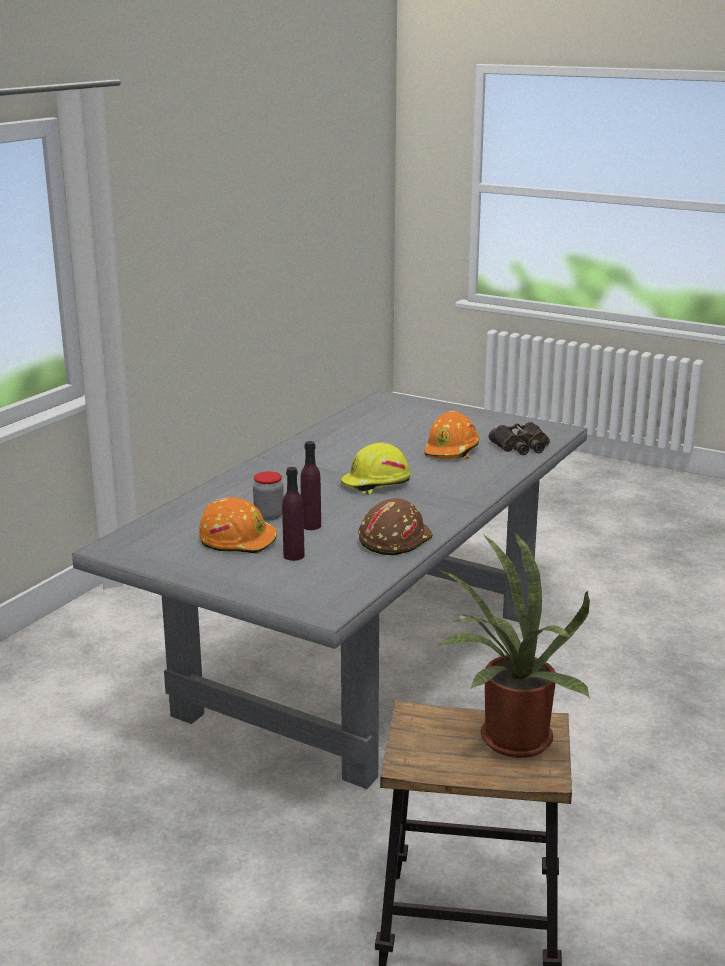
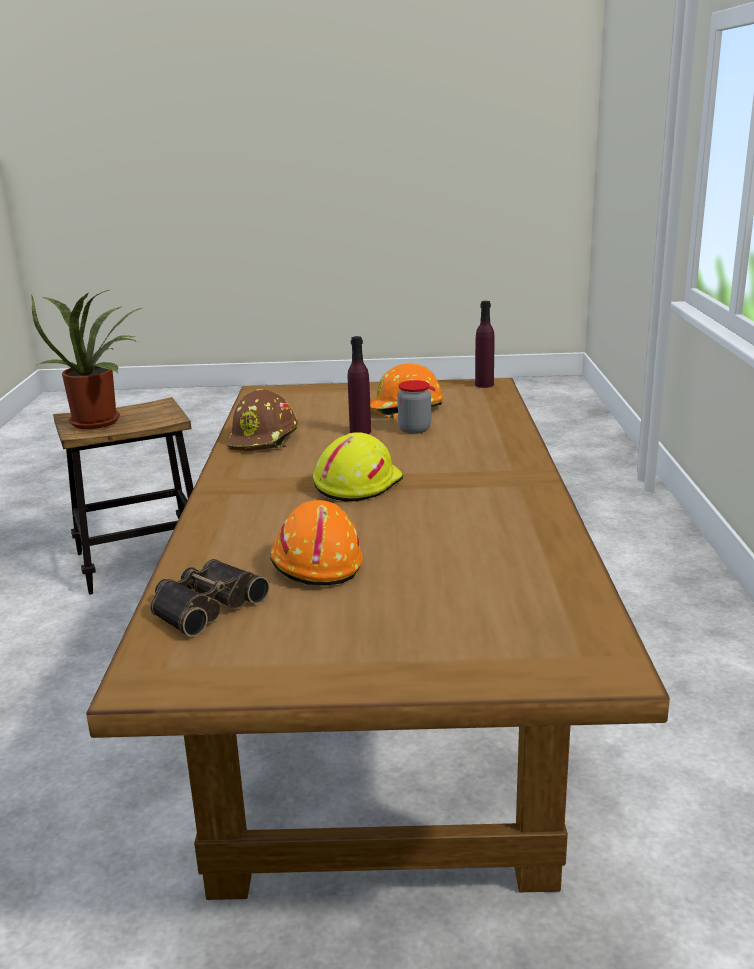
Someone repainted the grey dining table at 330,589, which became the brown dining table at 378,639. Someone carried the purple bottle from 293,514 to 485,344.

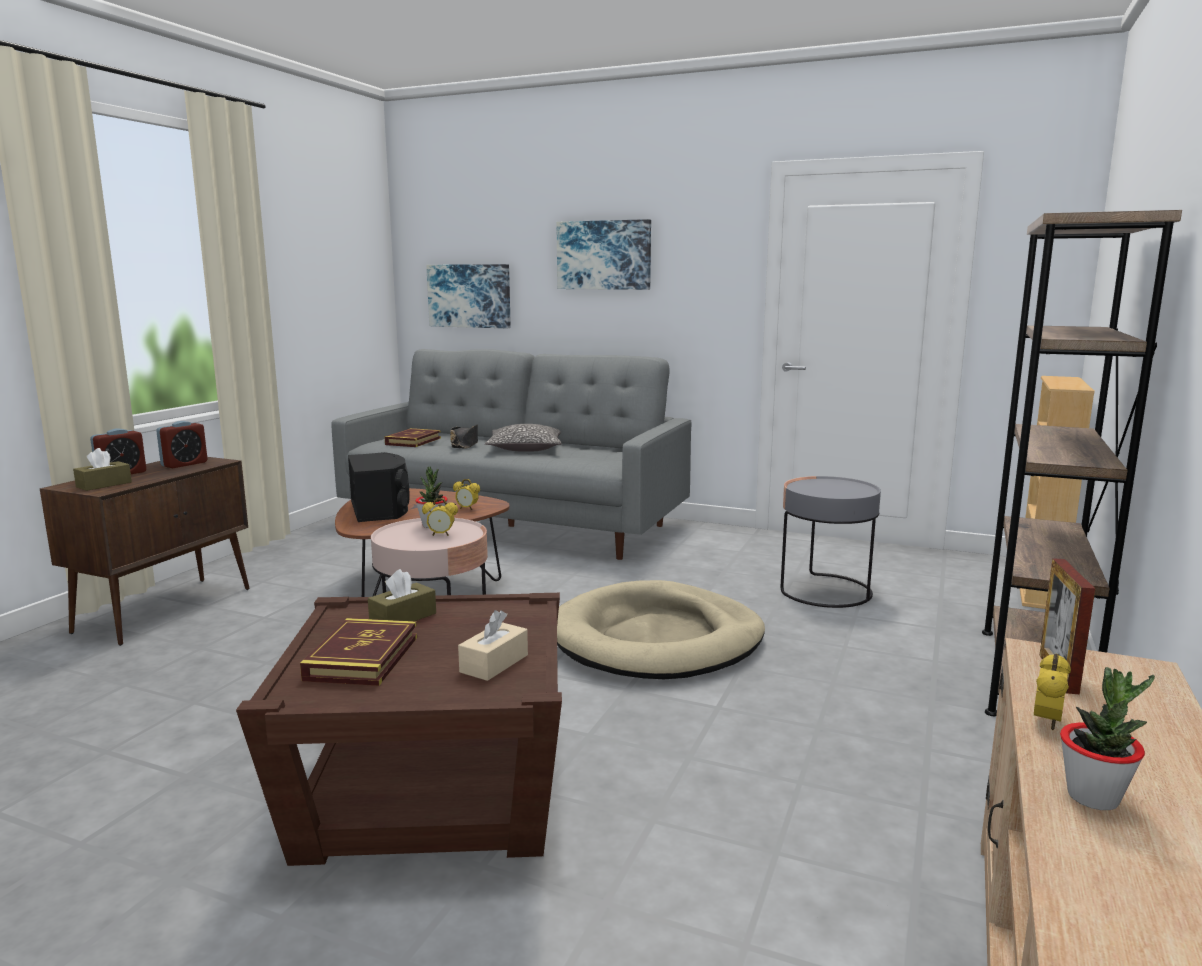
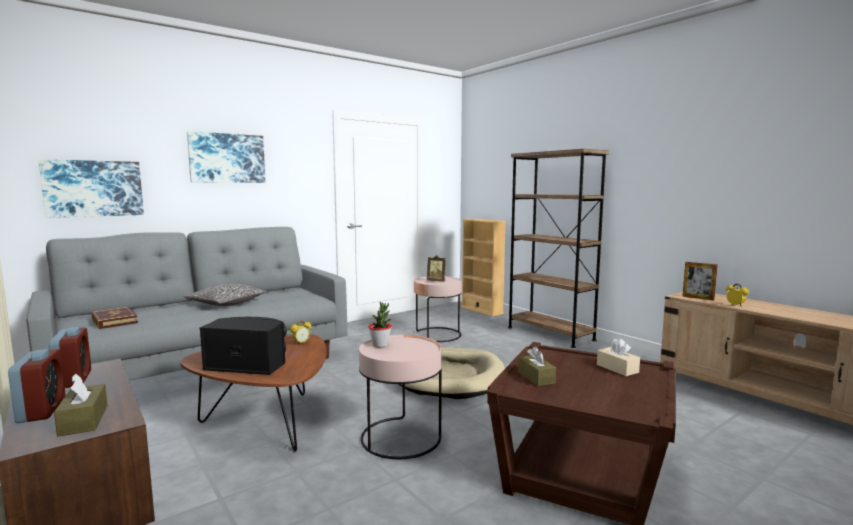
Someone repainted the grey side table at 831,542, which became the pink side table at 438,309. Someone put down the picture frame at 436,268. Someone took away the book at 358,652. Someone took away the alarm clock at 440,517. Someone took away the black hat at 464,437. Someone took away the potted plant at 1107,738.

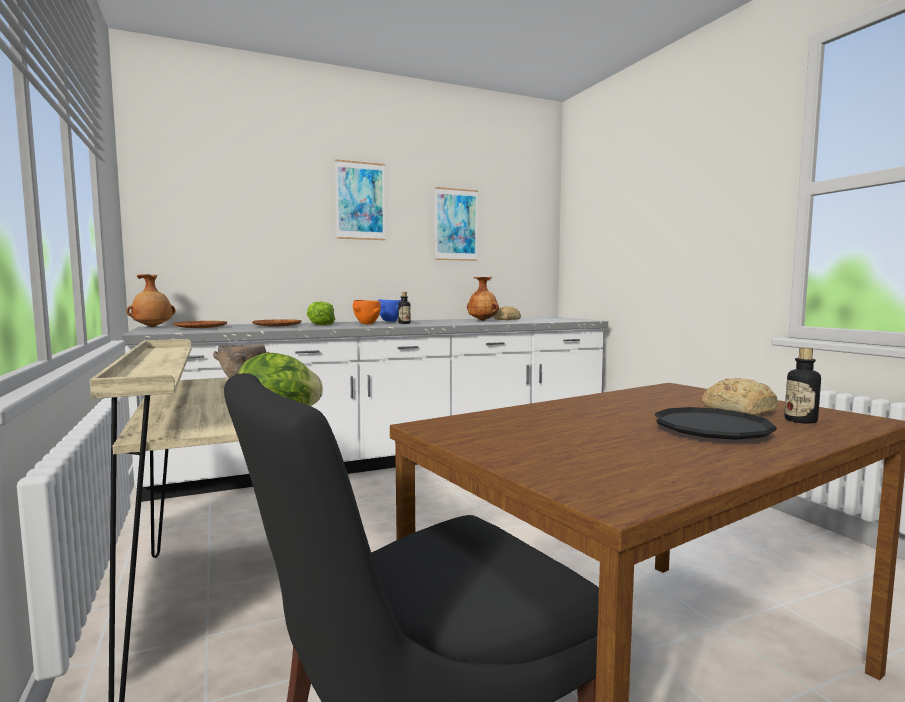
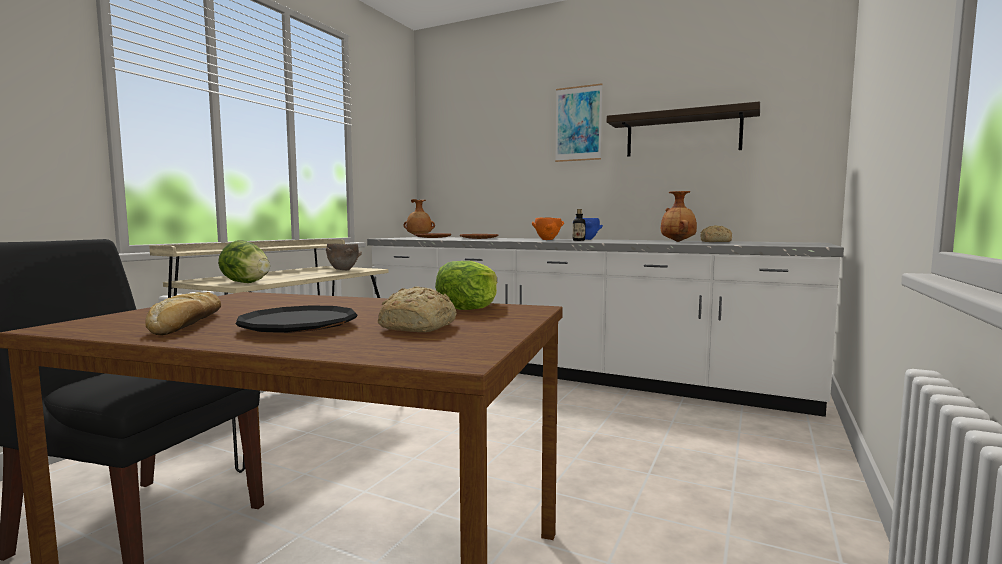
Someone put down the bread at 183,313. Someone carried the lettuce from 321,313 to 466,285. Someone swapped the picture at 456,224 for the shelf at 683,129. Someone took away the bottle at 803,385.

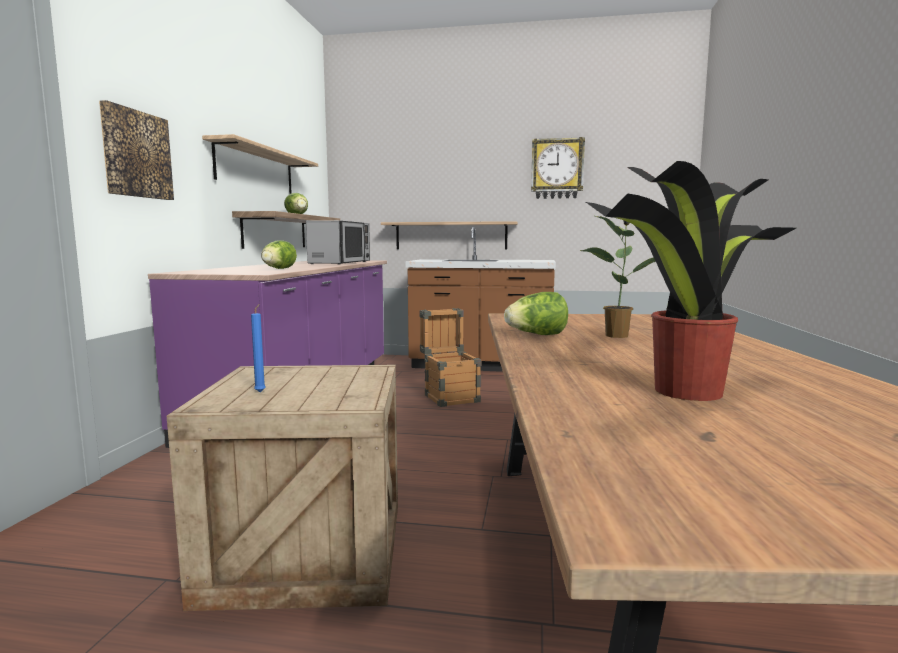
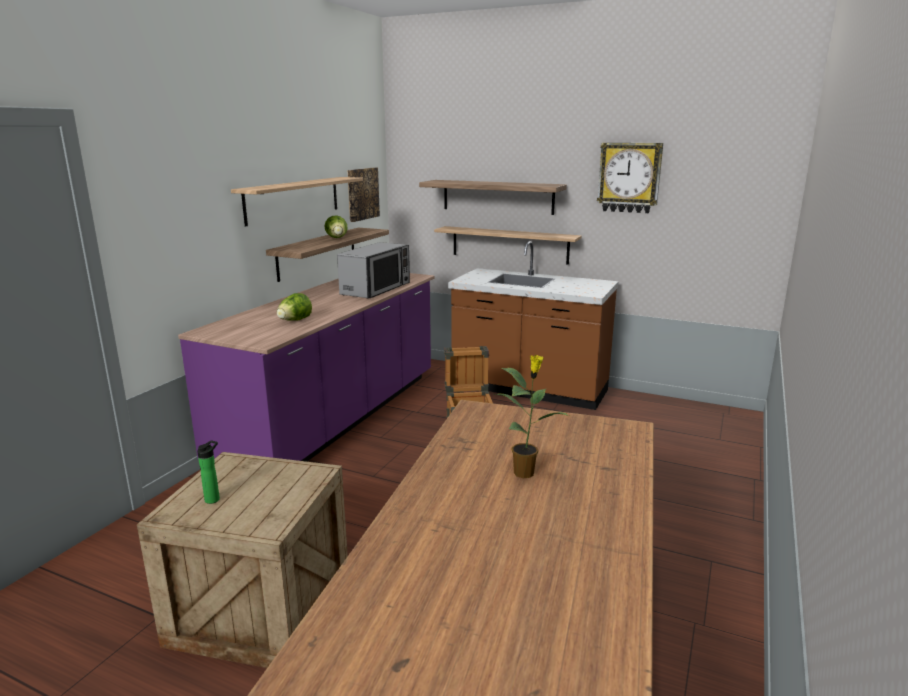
Someone swapped the blue candle at 258,348 for the bottle at 208,472. Someone carried the picture from 136,150 to 363,194. Someone put up the shelf at 493,197. Someone took away the lettuce at 536,313. Someone took away the potted plant at 691,281.

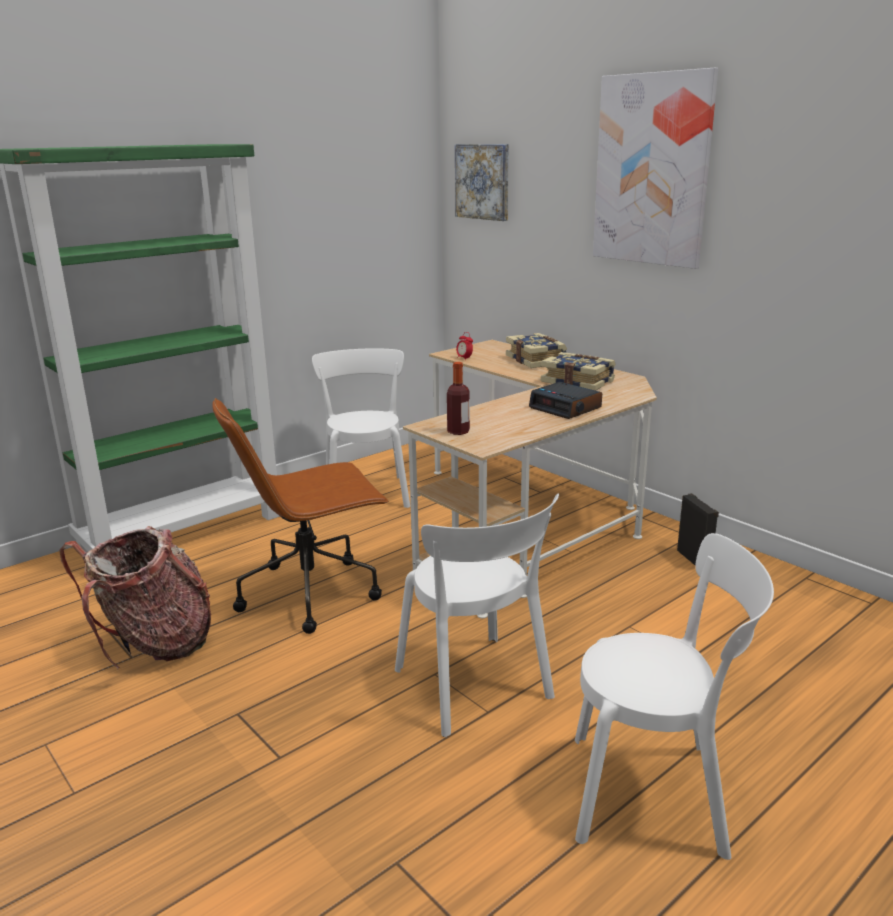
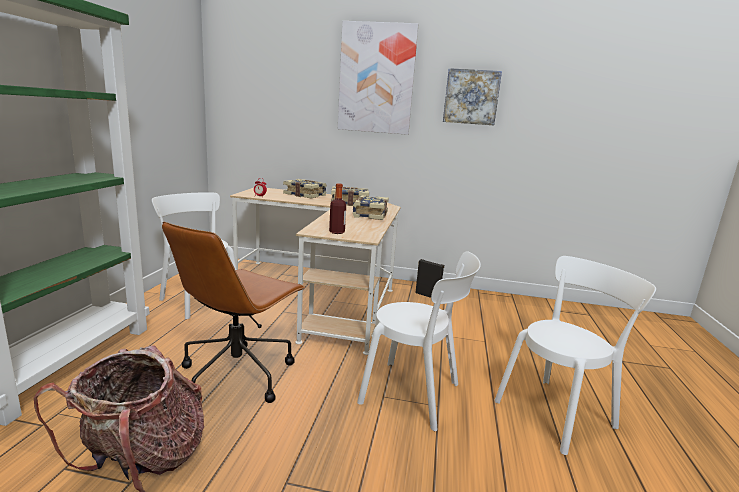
Someone swapped the alarm clock at 565,400 for the book at 370,207. Someone carried the picture from 482,182 to 472,96.

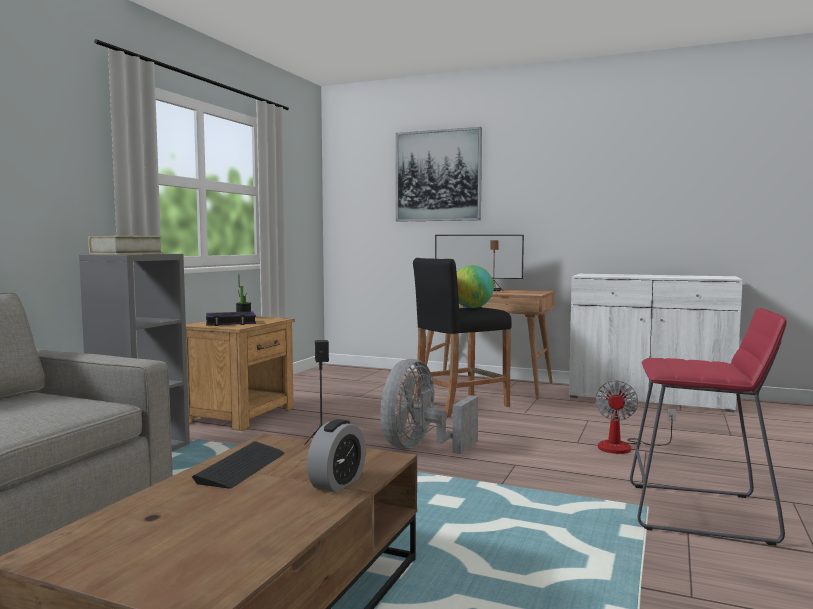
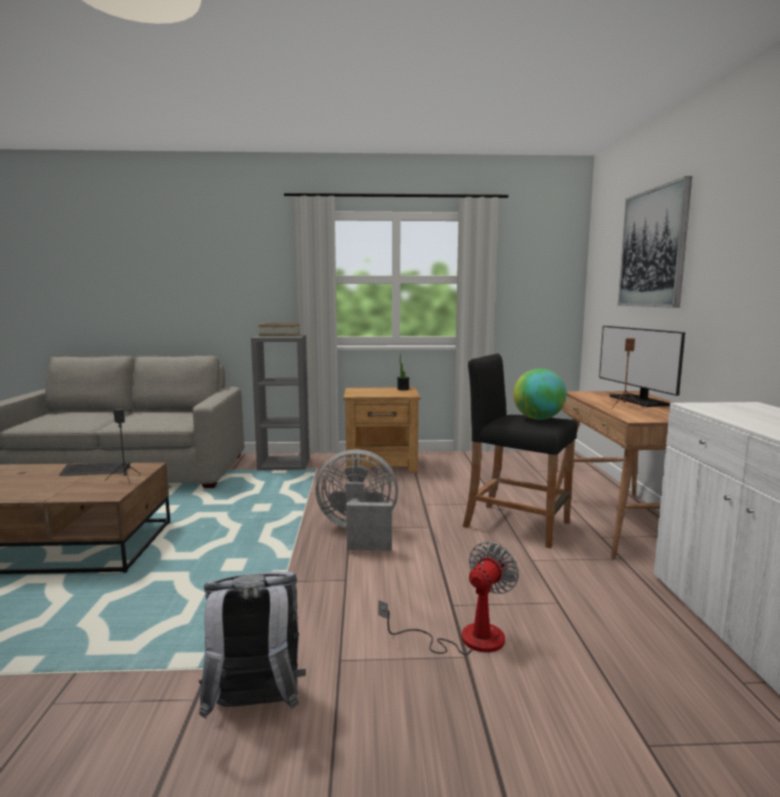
Someone swapped the red stool at 708,427 for the grey backpack at 252,644. Someone rotated the fan at 635,417 by 135 degrees clockwise. Someone took away the book at 231,318. Someone took away the alarm clock at 336,456.

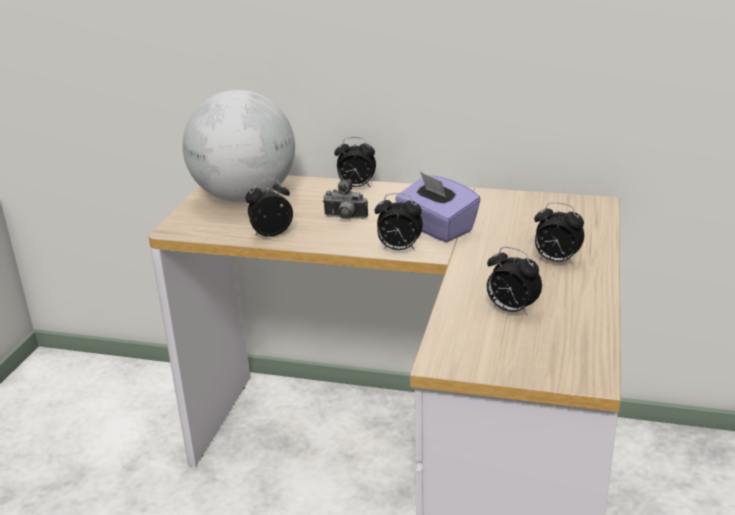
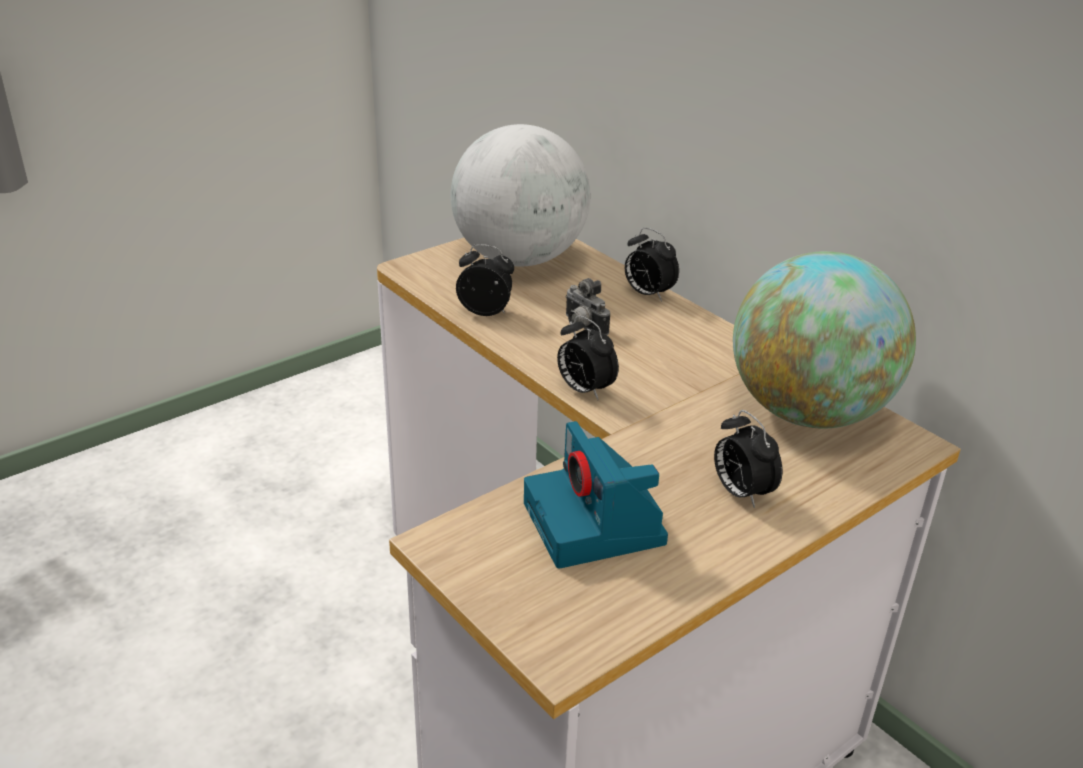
Someone swapped the alarm clock at 514,281 for the photo camera at 596,495. Someone put down the globe at 824,340. Someone took away the purple tissue box at 438,207.

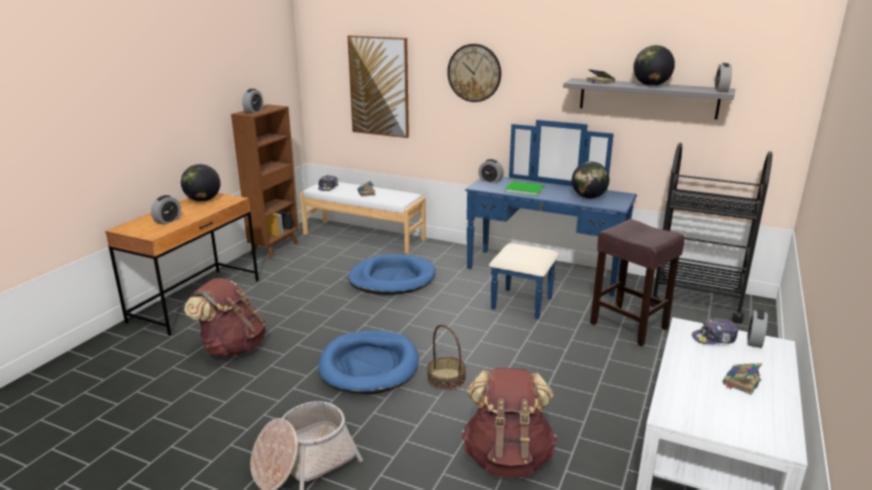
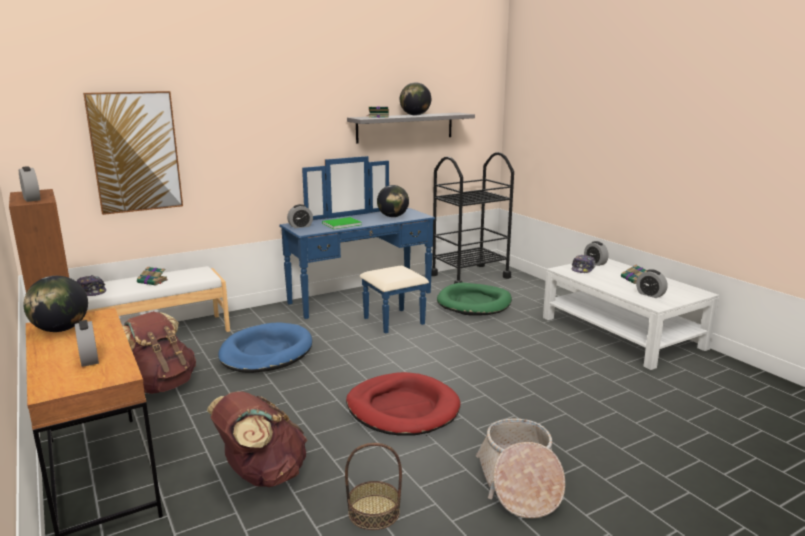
Someone carried the brown backpack from 509,422 to 159,352. Someone carried the basket from 446,357 to 373,486. Someone repainted the blue dog bed at 368,362, which became the red dog bed at 403,404. Someone swapped the brown stool at 637,282 for the green dog bed at 474,299. Someone carried the alarm clock from 723,77 to 652,283. Someone took away the wall clock at 474,73.

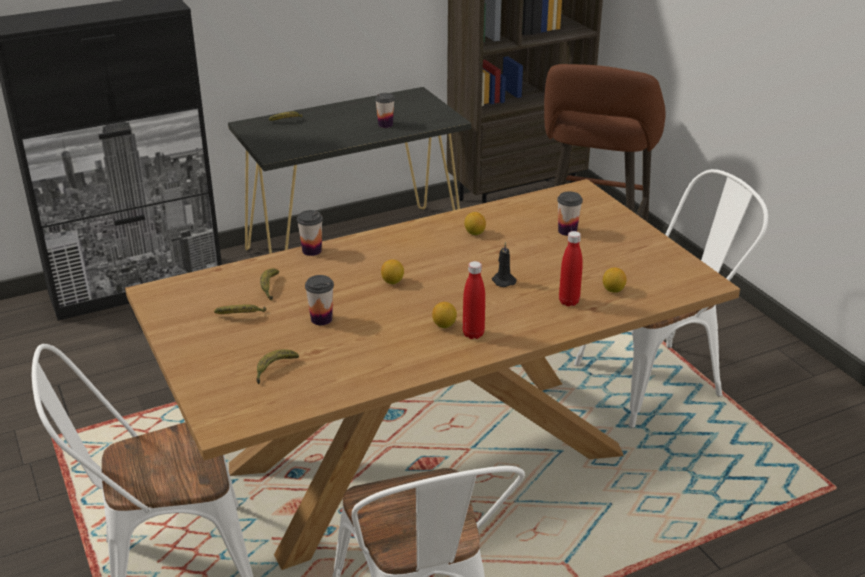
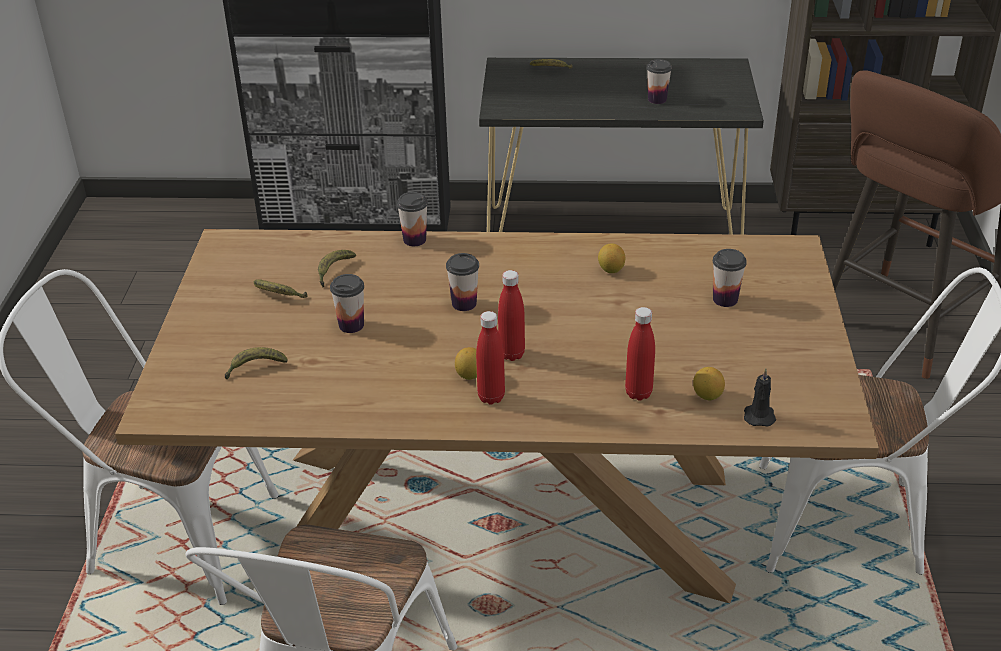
Someone swapped the lemon at 392,271 for the cup at 462,282. Someone put down the red bottle at 511,315. Someone carried the black candle from 504,264 to 760,397.

